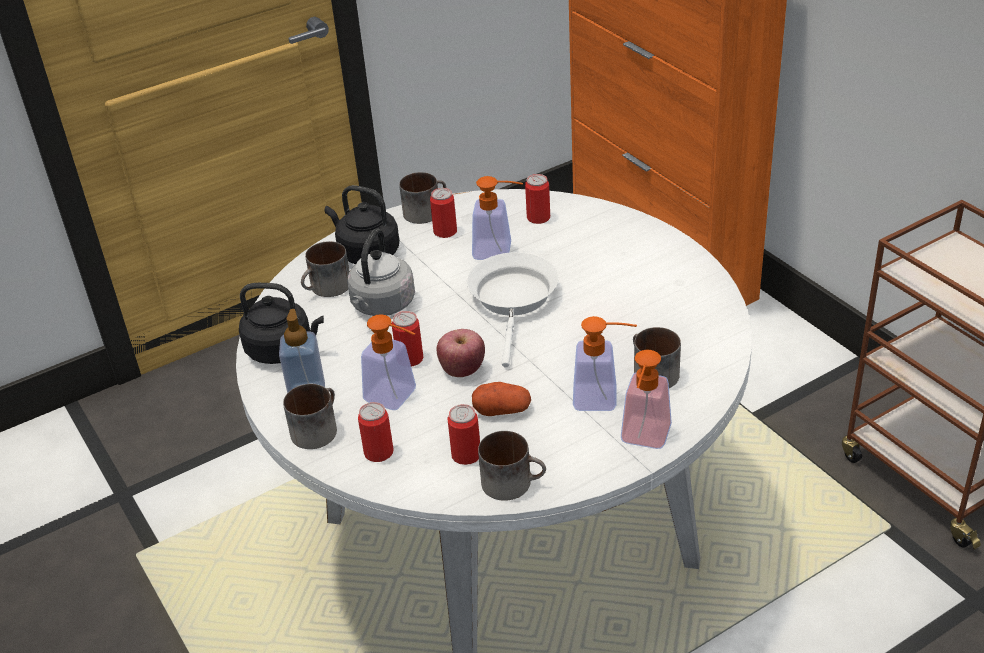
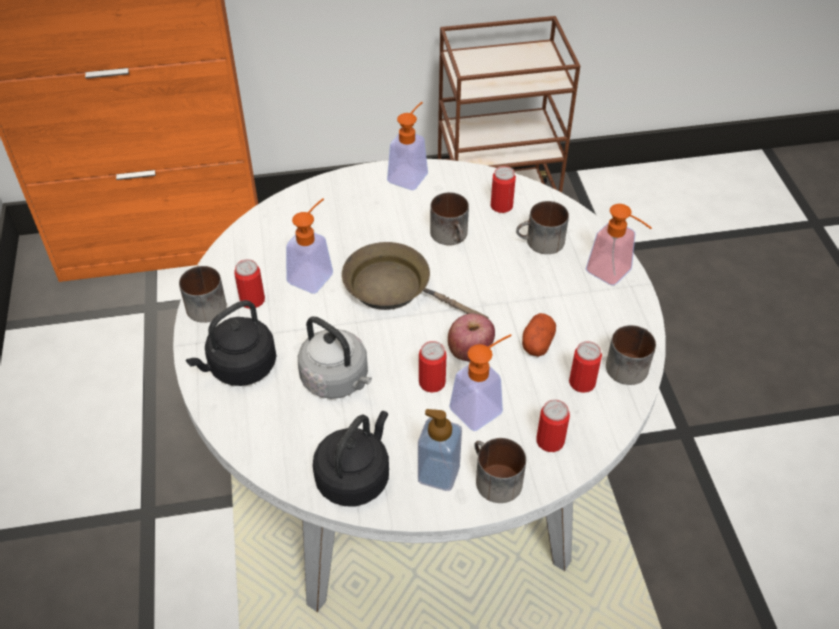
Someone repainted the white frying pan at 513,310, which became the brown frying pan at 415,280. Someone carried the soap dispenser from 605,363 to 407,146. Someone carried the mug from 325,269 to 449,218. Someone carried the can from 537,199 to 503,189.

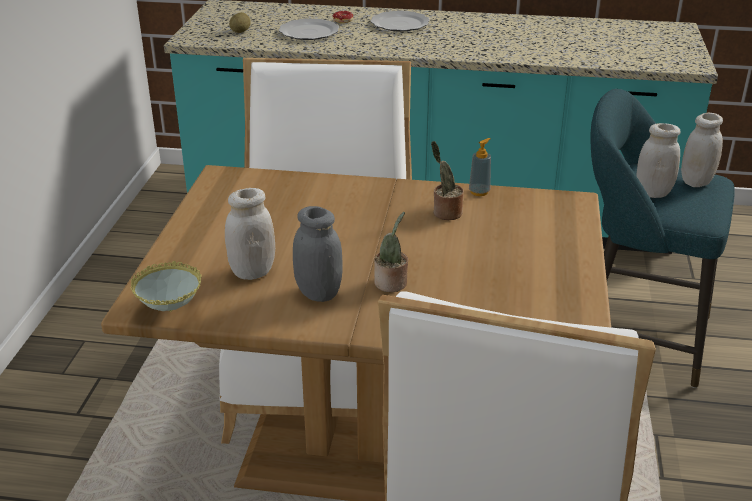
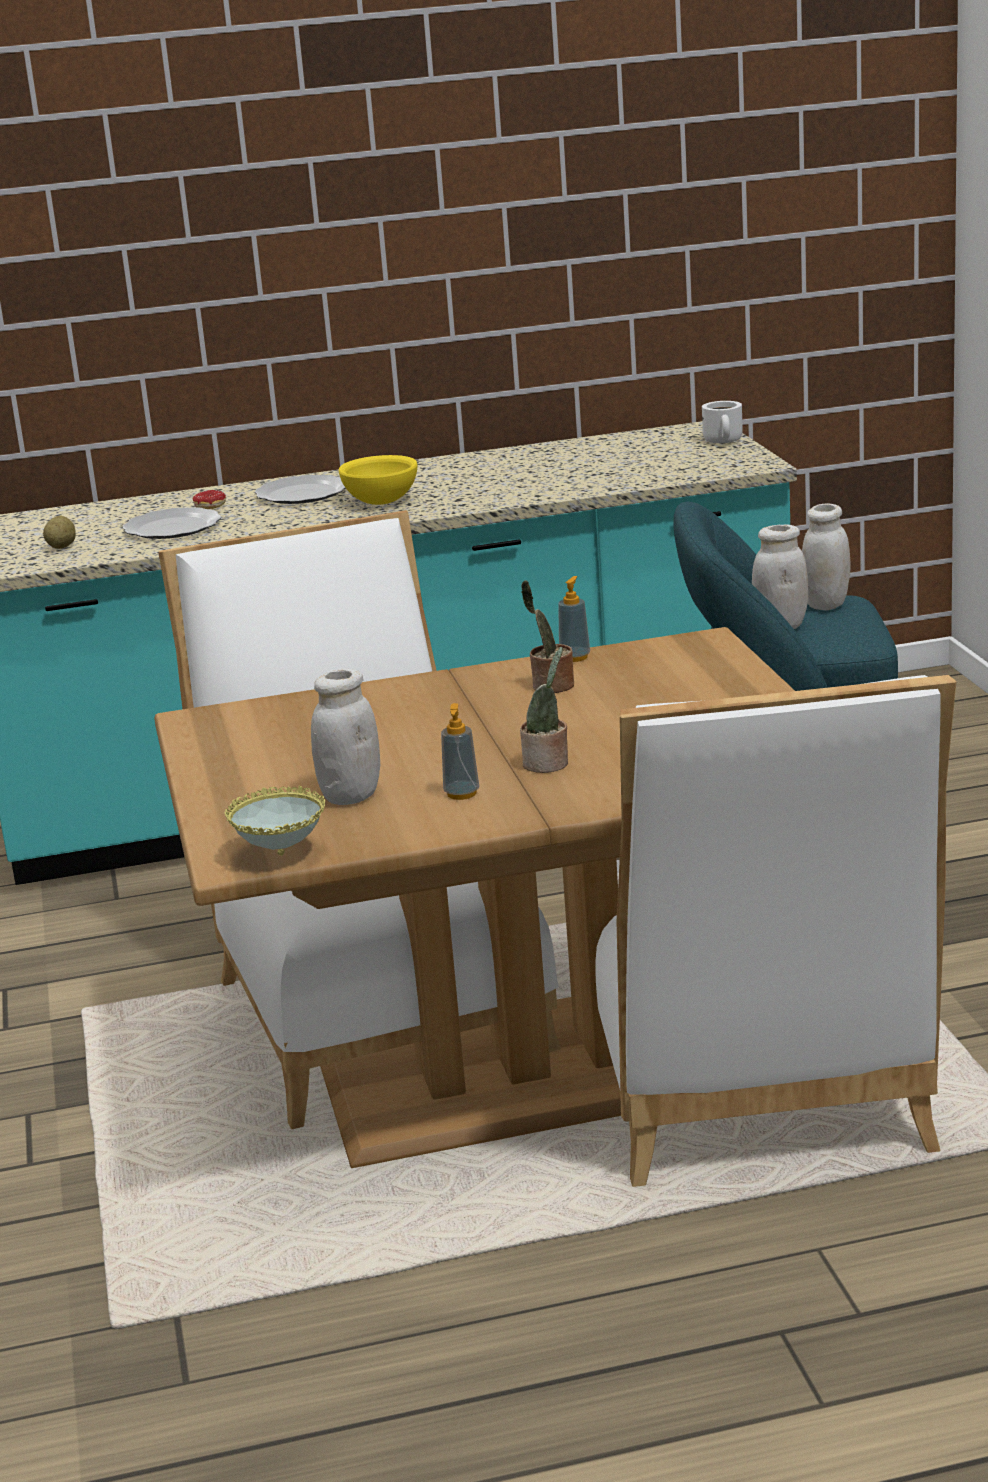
Someone put down the yellow bowl at 378,480. Someone swapped the grey jar at 318,254 for the soap dispenser at 460,751. Someone put down the white mug at 722,422.

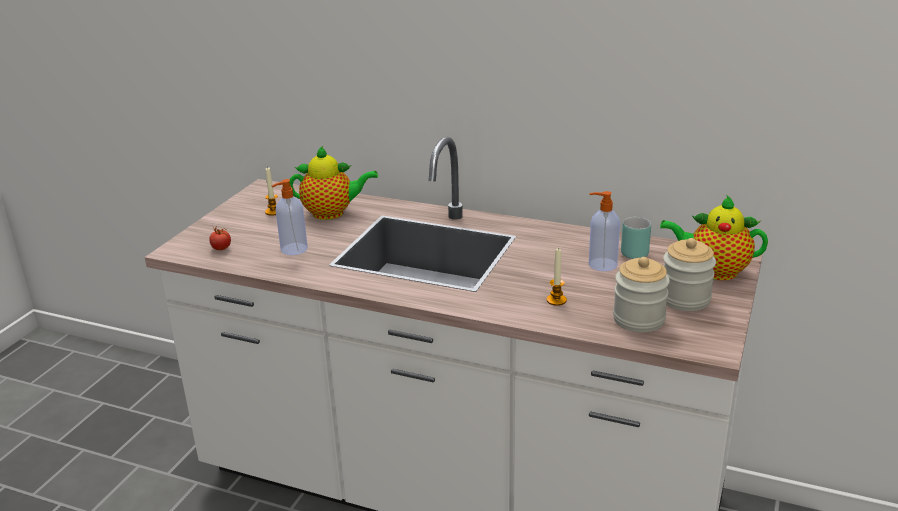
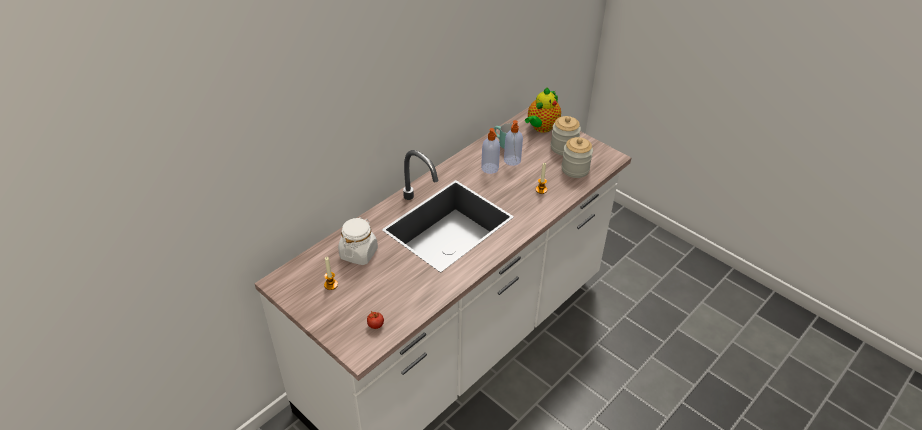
Someone swapped the teapot at 333,183 for the white jar at 358,241. Someone carried the soap dispenser from 290,217 to 490,151.

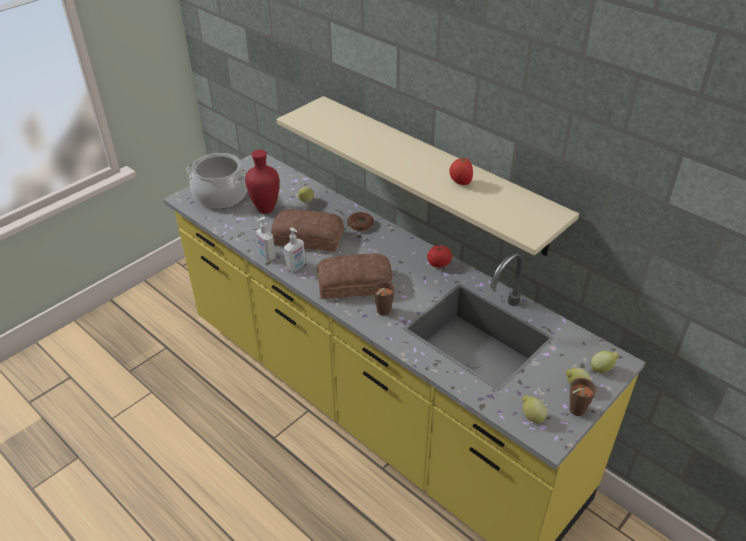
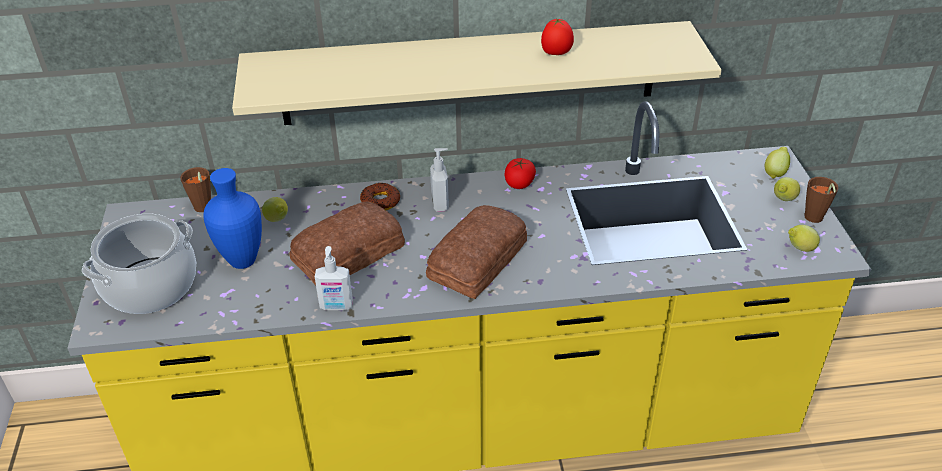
Someone carried the brown cup from 384,298 to 195,189. Someone repainted the red vase at 262,182, which became the blue vase at 232,218. Someone carried the soap dispenser from 295,249 to 439,180.

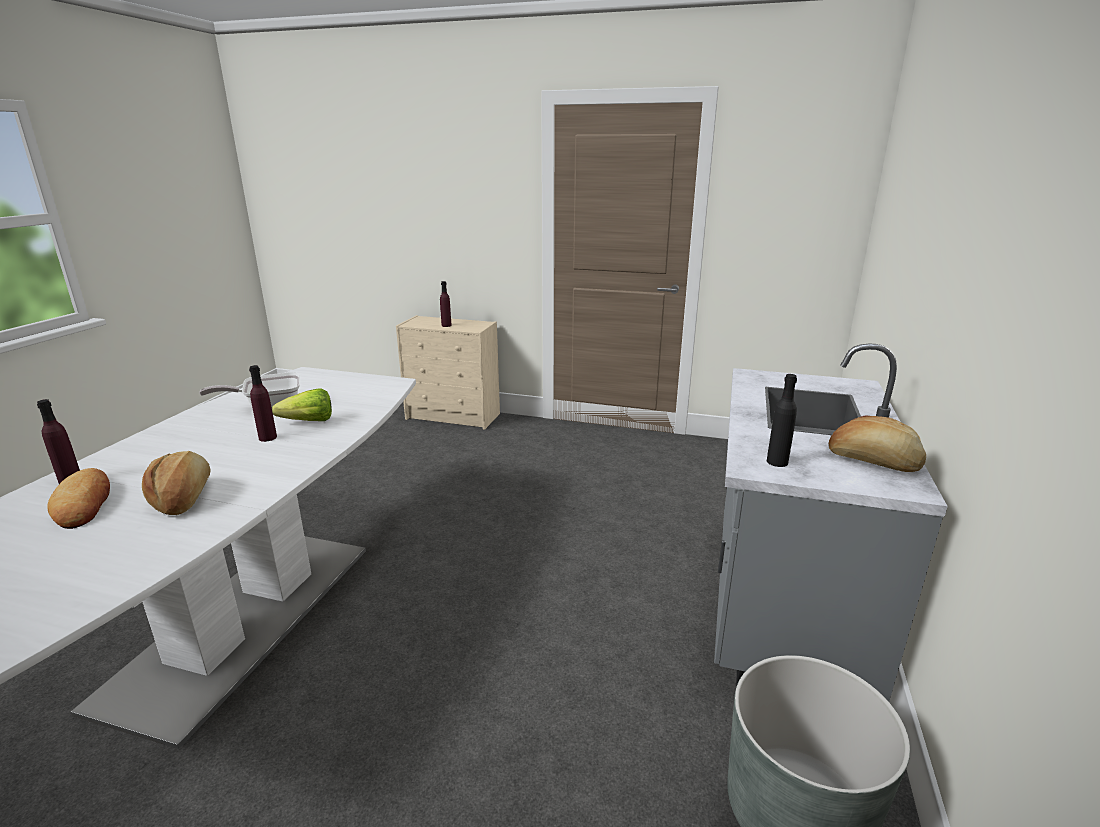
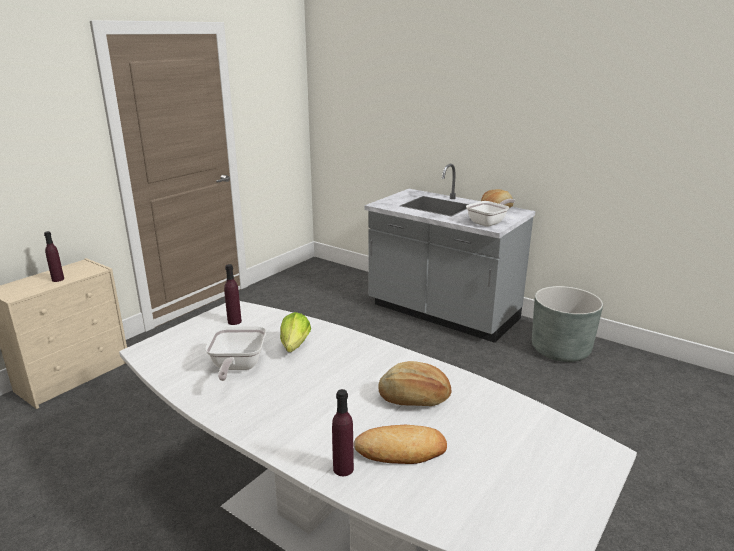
Someone carried the purple bottle from 263,403 to 233,294. Someone swapped the black bottle at 782,420 for the frying pan at 490,213.

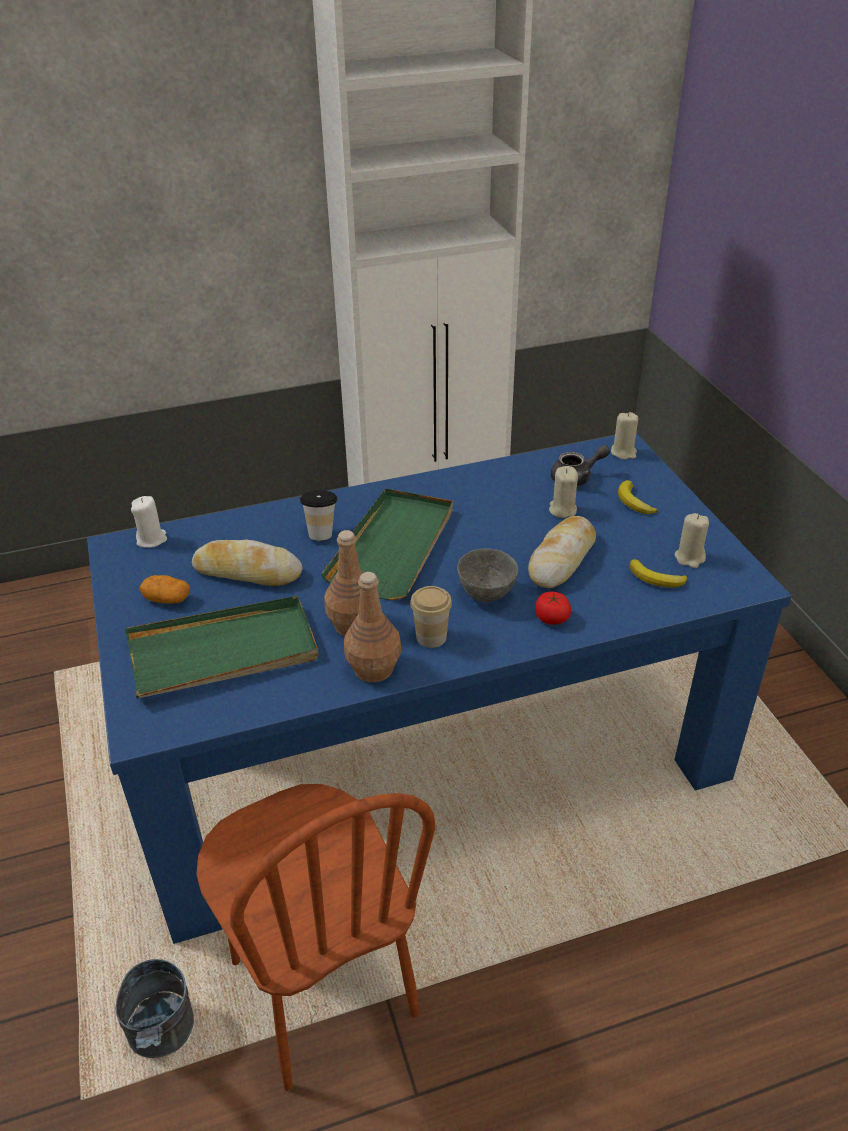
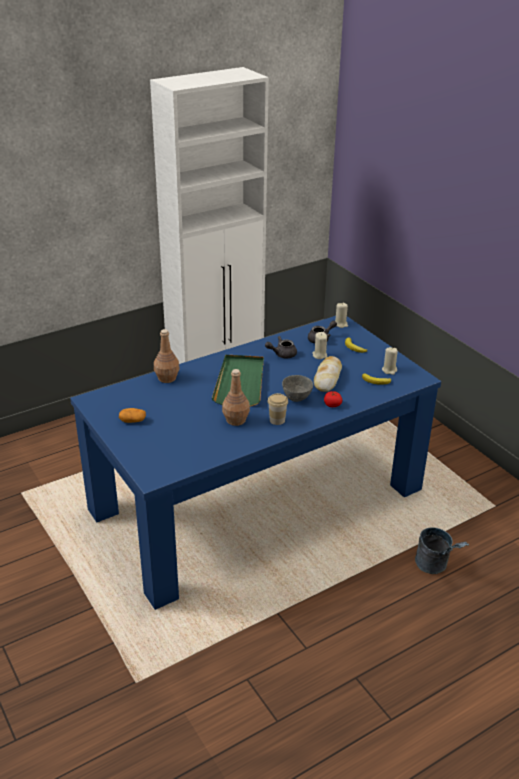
Someone carried the brown bottle from 372,627 to 167,356. Someone put down the grey teapot at 281,347. Someone carried the grey bucket from 154,1008 to 442,550. Someone took away the green tray at 222,647. Someone took away the white candle at 149,522. Someone took away the bread at 247,562. Someone took away the brown chair at 316,937. Someone took away the cup at 318,515.

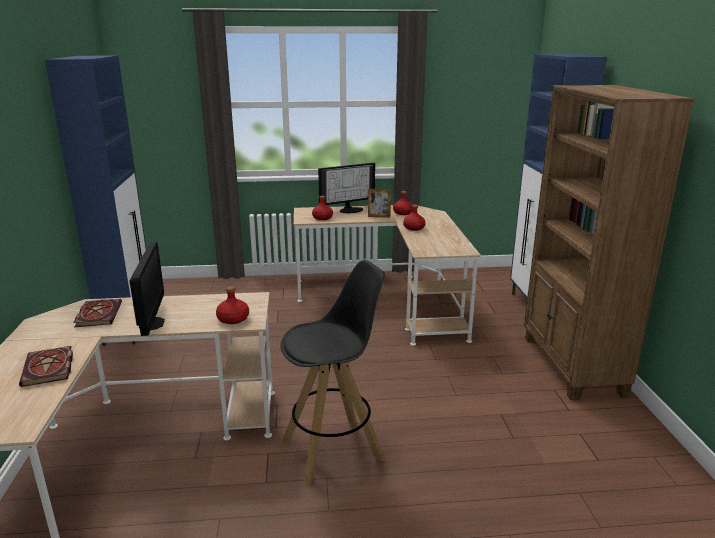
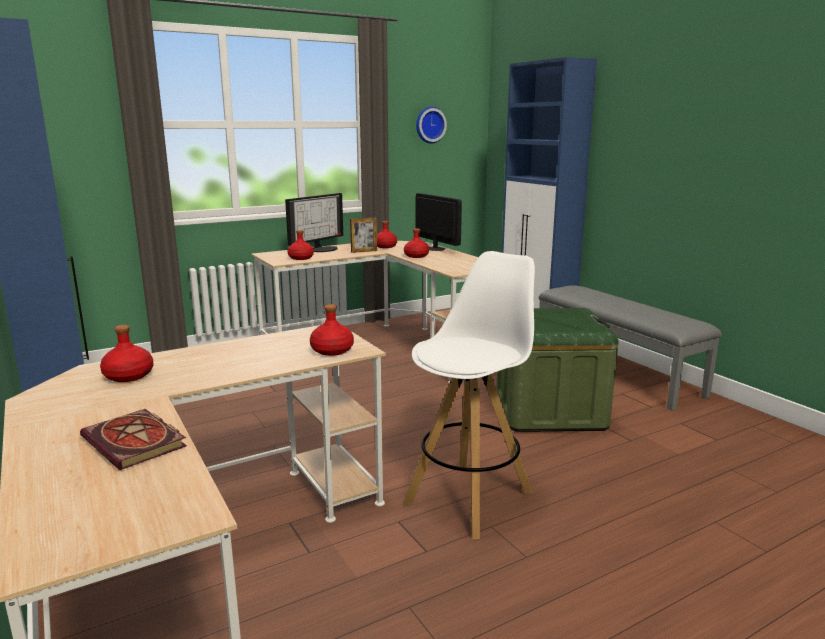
Someone swapped the book at 97,313 for the red bottle at 127,353. Someone repainted the black stool at 333,372, which became the white stool at 469,395. Someone carried the monitor from 147,289 to 438,222. Someone put up the wall clock at 431,125. Someone put down the green storage box at 557,370. Someone swapped the brown bookcase at 609,242 for the grey bench at 630,348.

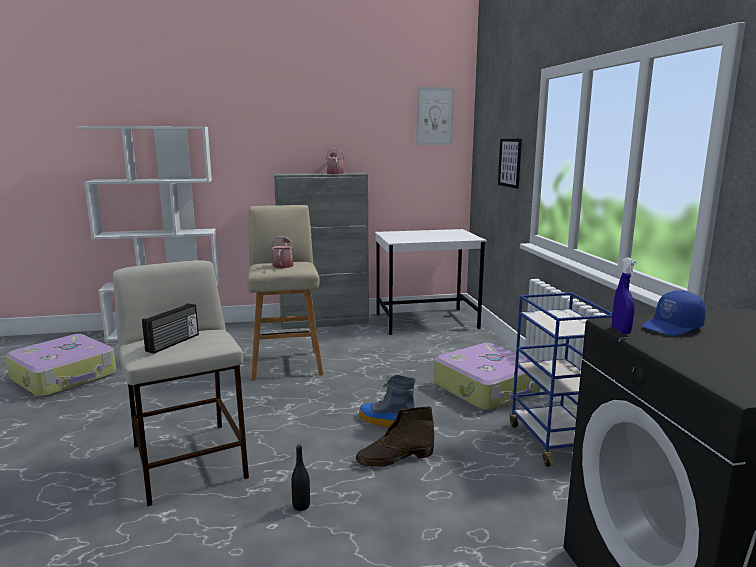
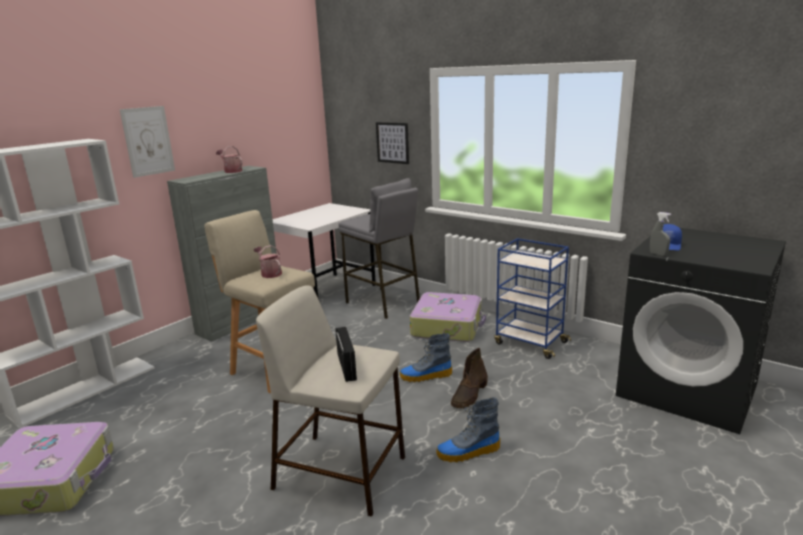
Someone carried the picture from 435,116 to 147,142. Someone put down the grey stool at 379,248. Someone swapped the black bottle at 300,477 for the boot at 468,429. Someone repainted the blue spray bottle at 624,295, which became the grey spray bottle at 660,234.

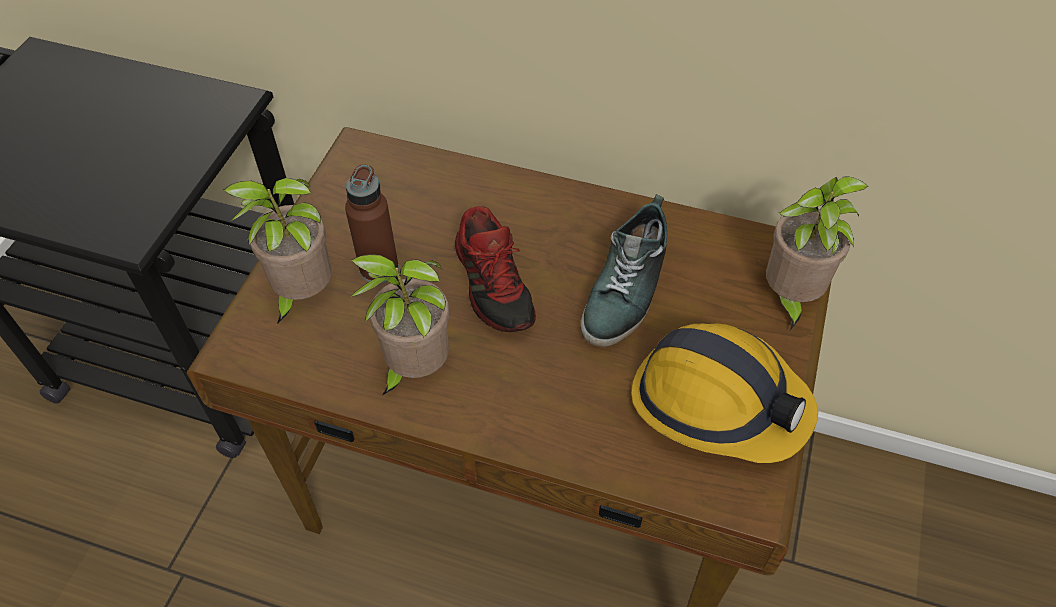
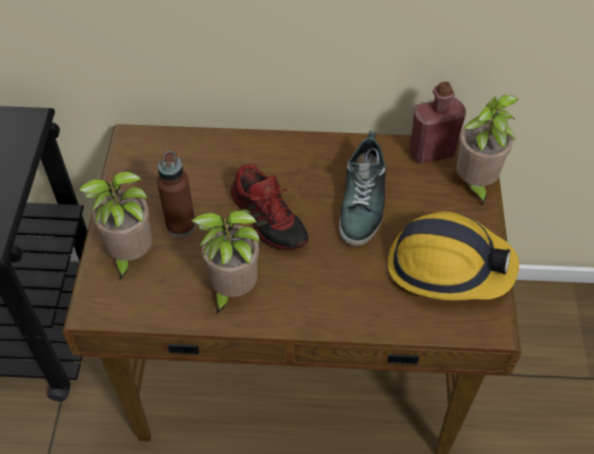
Someone put down the red bottle at 437,122.

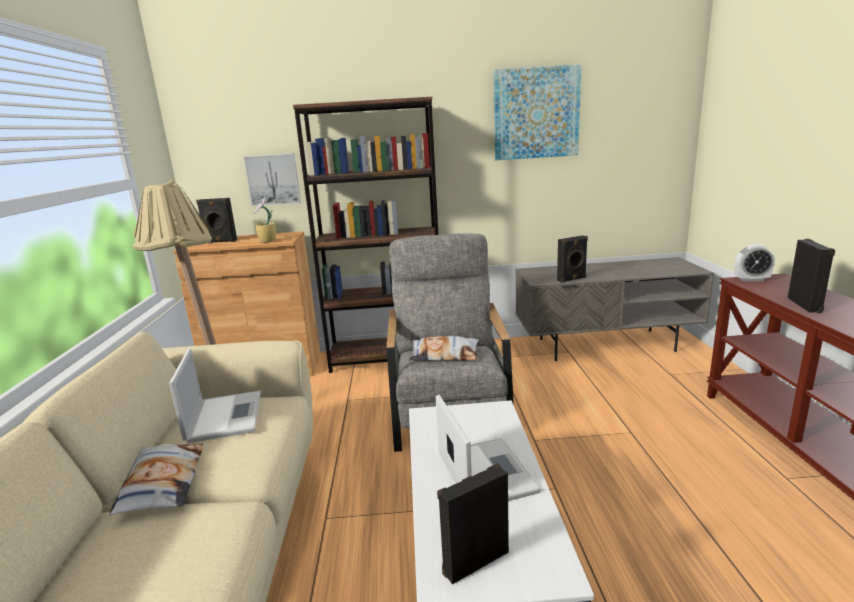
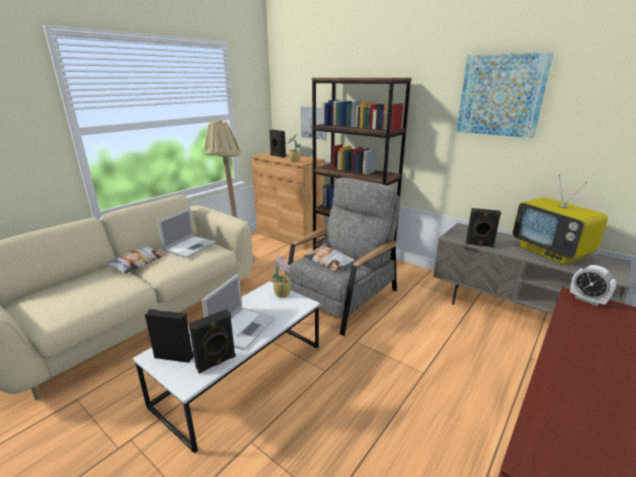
Someone carried the black speaker from 811,276 to 212,341. Someone put down the potted plant at 281,276. Someone put down the television at 560,219.

